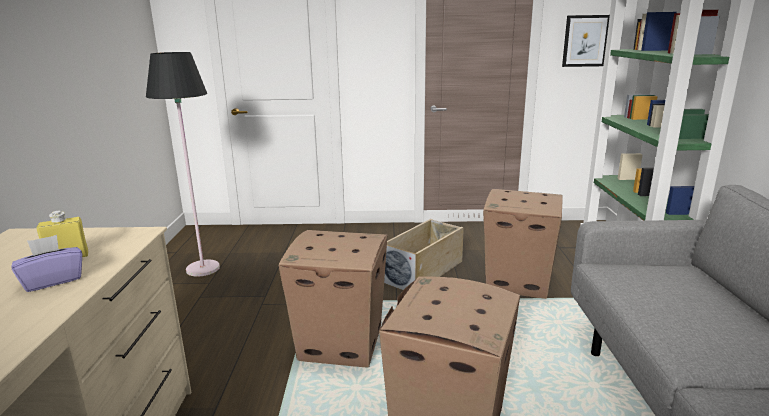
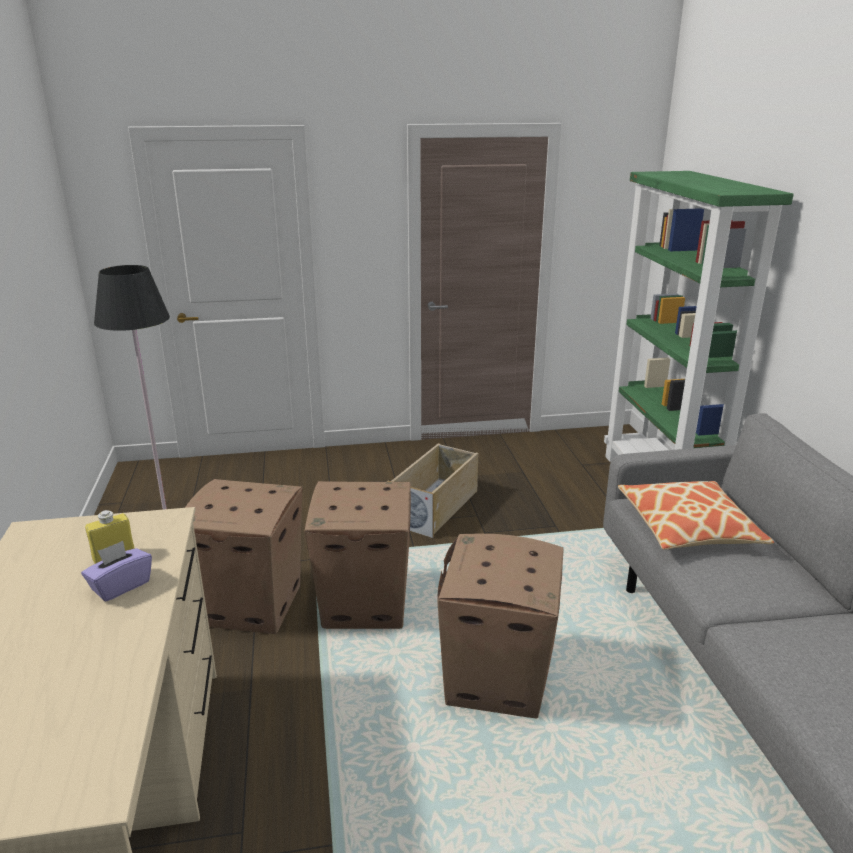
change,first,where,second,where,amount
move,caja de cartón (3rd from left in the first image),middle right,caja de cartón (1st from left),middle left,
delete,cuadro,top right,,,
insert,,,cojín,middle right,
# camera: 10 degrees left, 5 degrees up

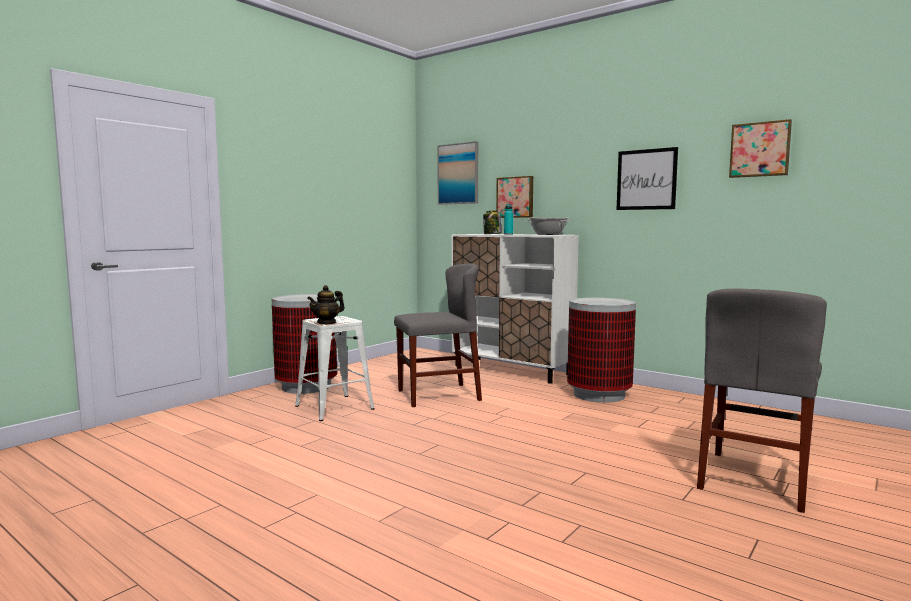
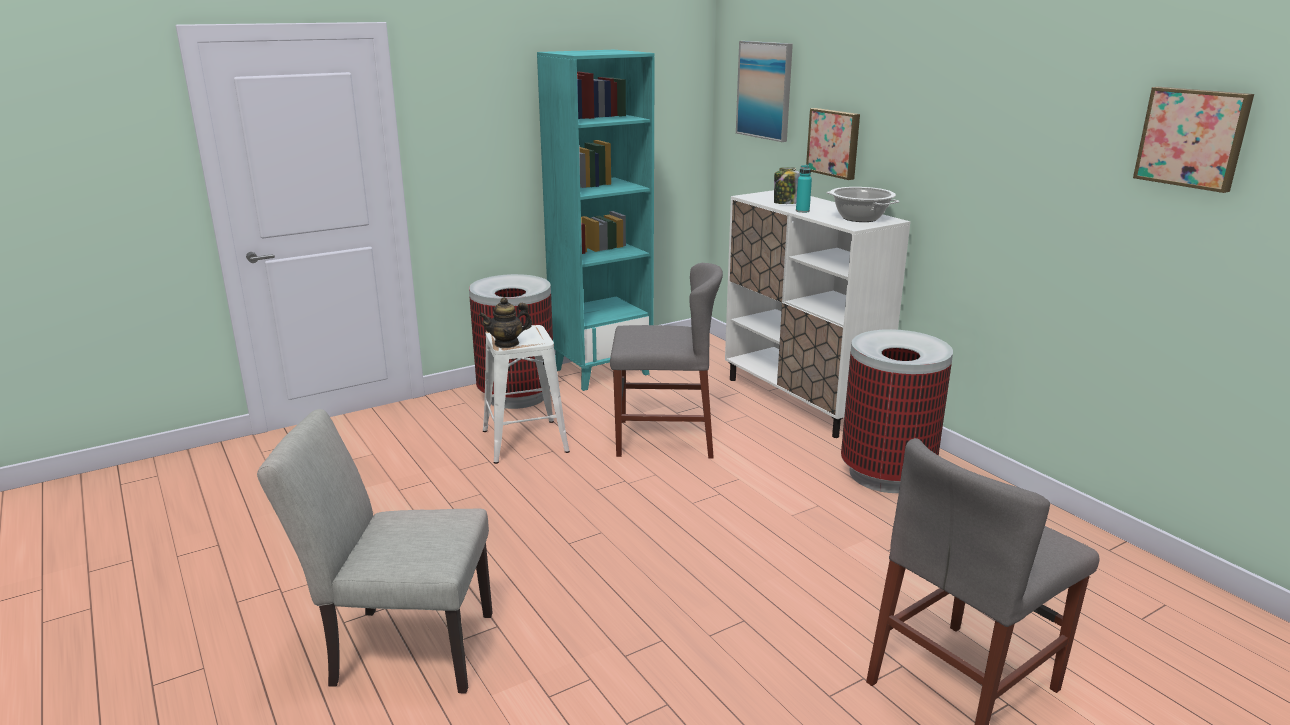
change,first,where,second,where,amount
delete,cuadro (3rd from left),top right,,,
insert,,,silla [gris] (1st from left),bottom left,
insert,,,estantería [turquesa],top centre,
# camera: 20 degrees right, 15 degrees up

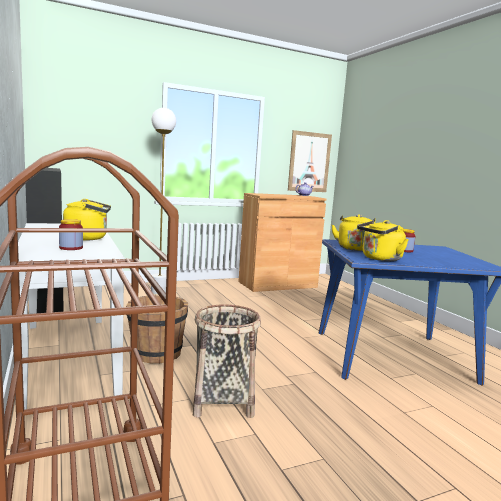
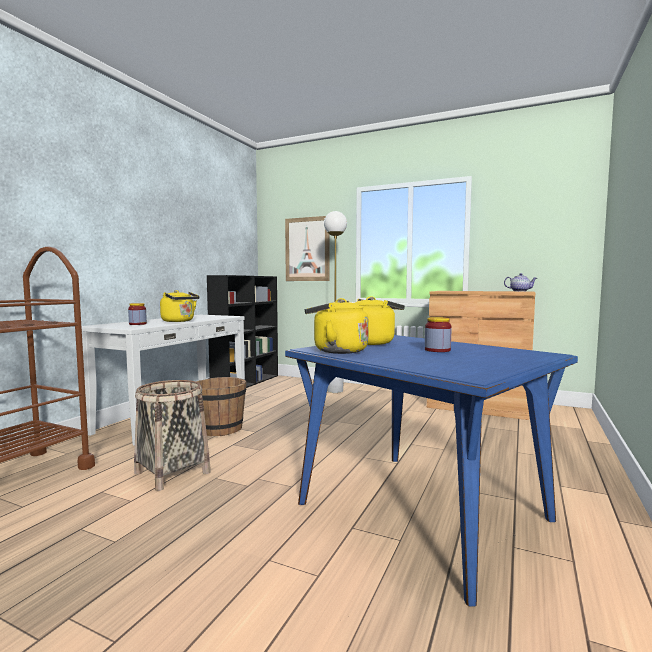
change,first,where,second,where,amount
move,cuadro,top centre,,centre,
# camera: 50 degrees right, 5 degrees down

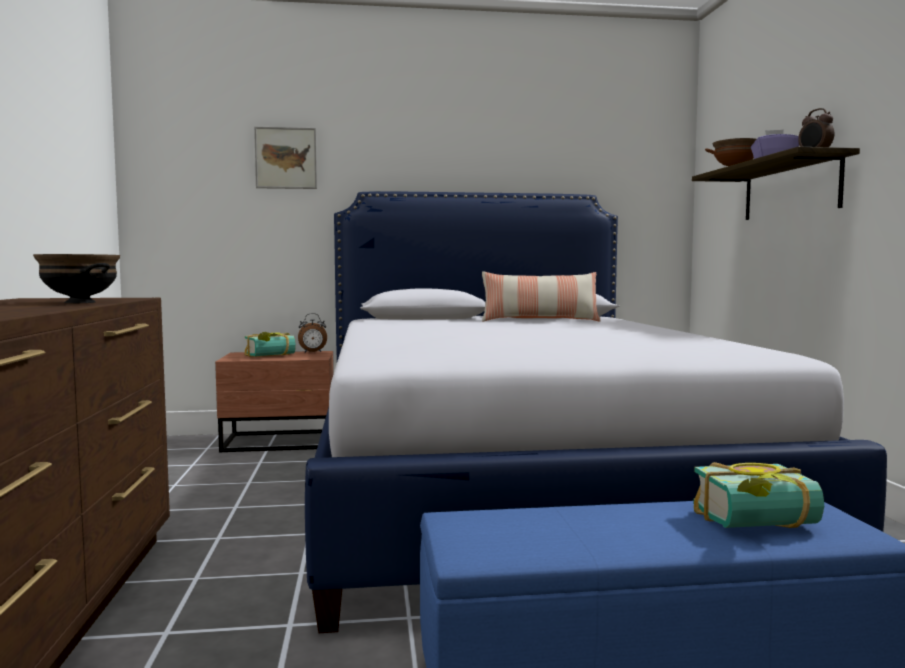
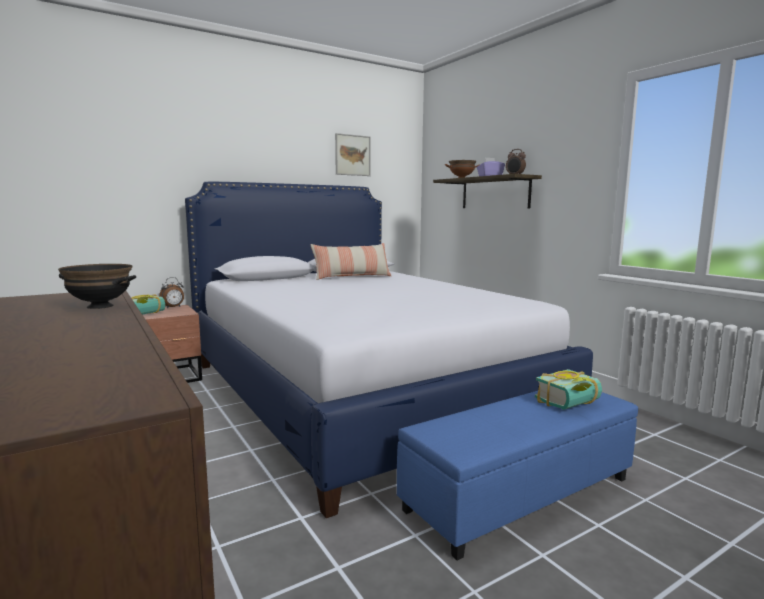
change,first,where,second,where,amount
move,cuadro,top left,,top centre,
# camera: 25 degrees left, 5 degrees up

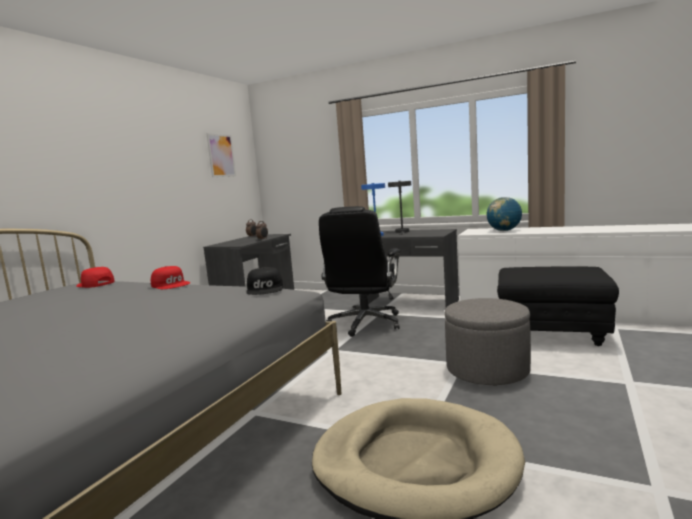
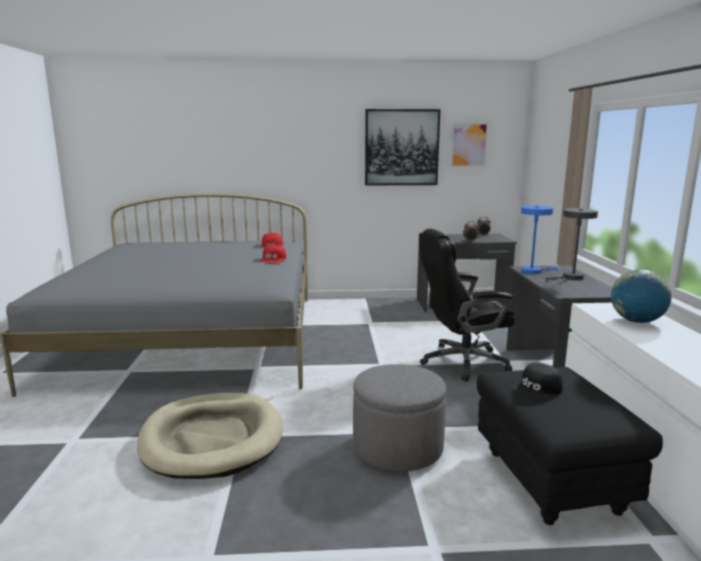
change,first,where,second,where,amount
move,gorra [negro],centre,,bottom right,
insert,,,cuadro (1st from left),top centre,
# camera: 60 degrees right, 5 degrees up

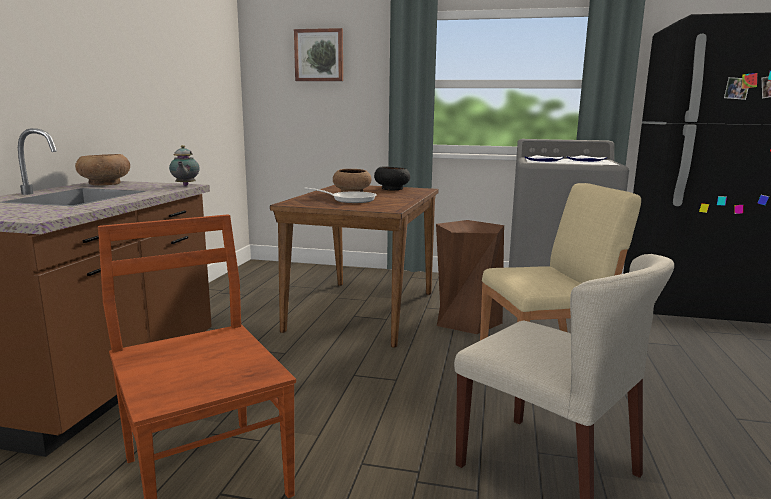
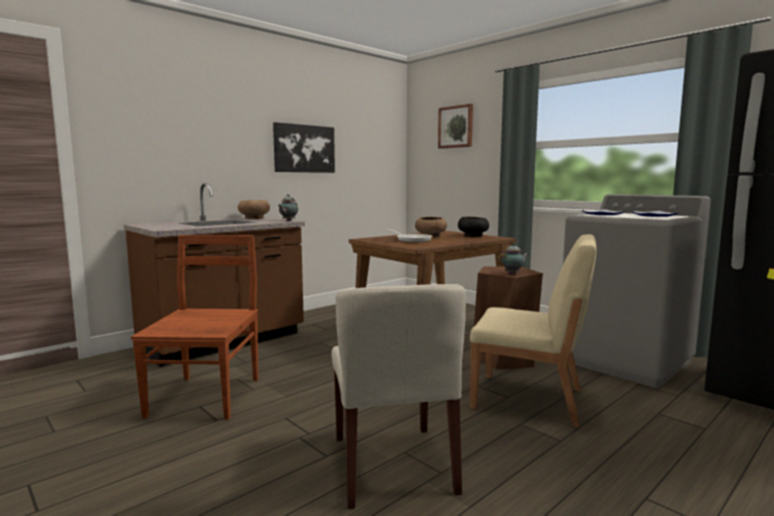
change,first,where,second,where,amount
insert,,,cuadro (1st from left),top centre,
insert,,,tetera (2nd from left),centre,
# camera: 35 degrees right, 5 degrees down

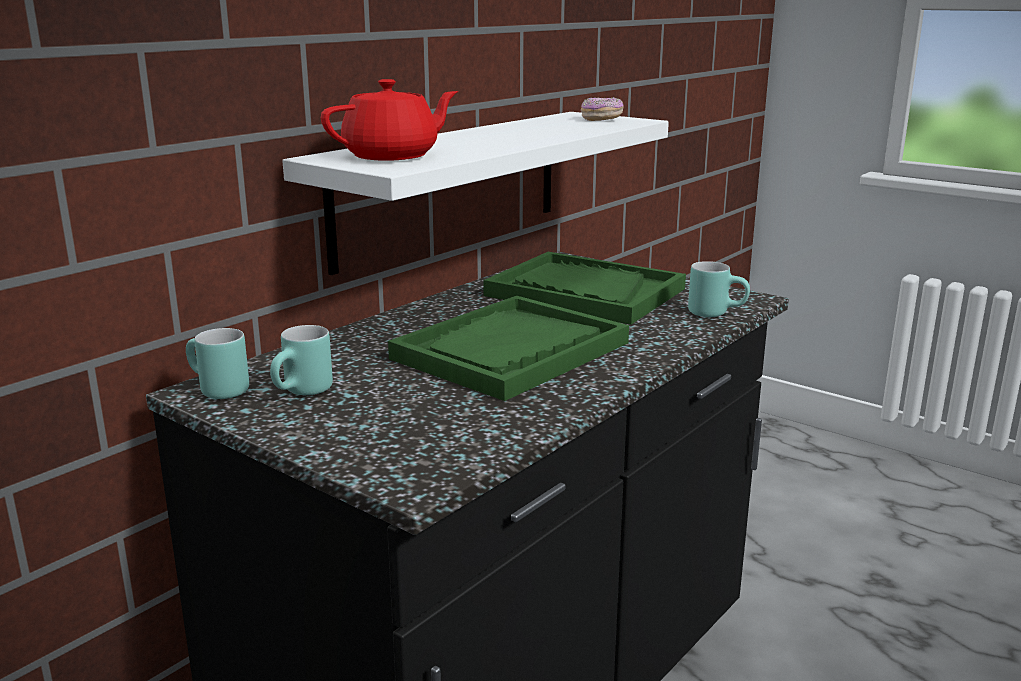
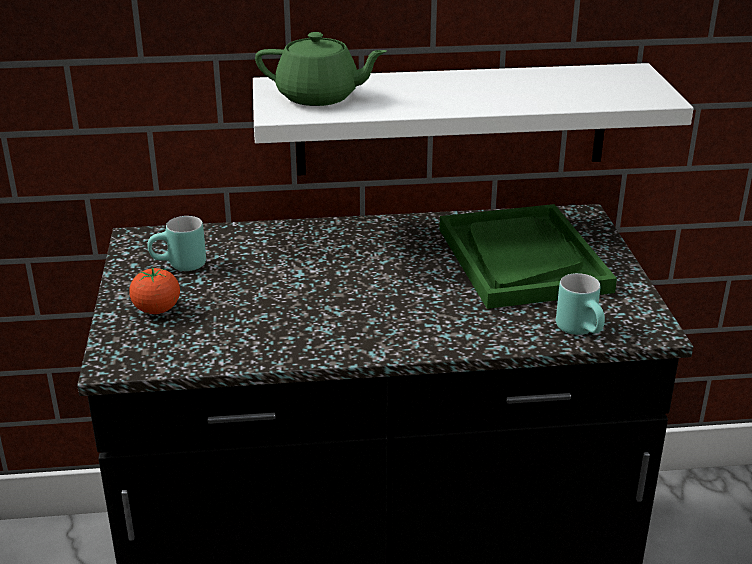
change,first,where,second,where,amount
delete,taza grande [turquesa] (1st from left),middle left,,,
recolor,tetera [rojo],top centre,tetera [verde],top centre,
delete,bandeja [verde] (1st from left),centre,,,
delete,rosquilla,top centre,,,
insert,,,tomate,middle left,
# camera: 45 degrees right, 10 degrees up

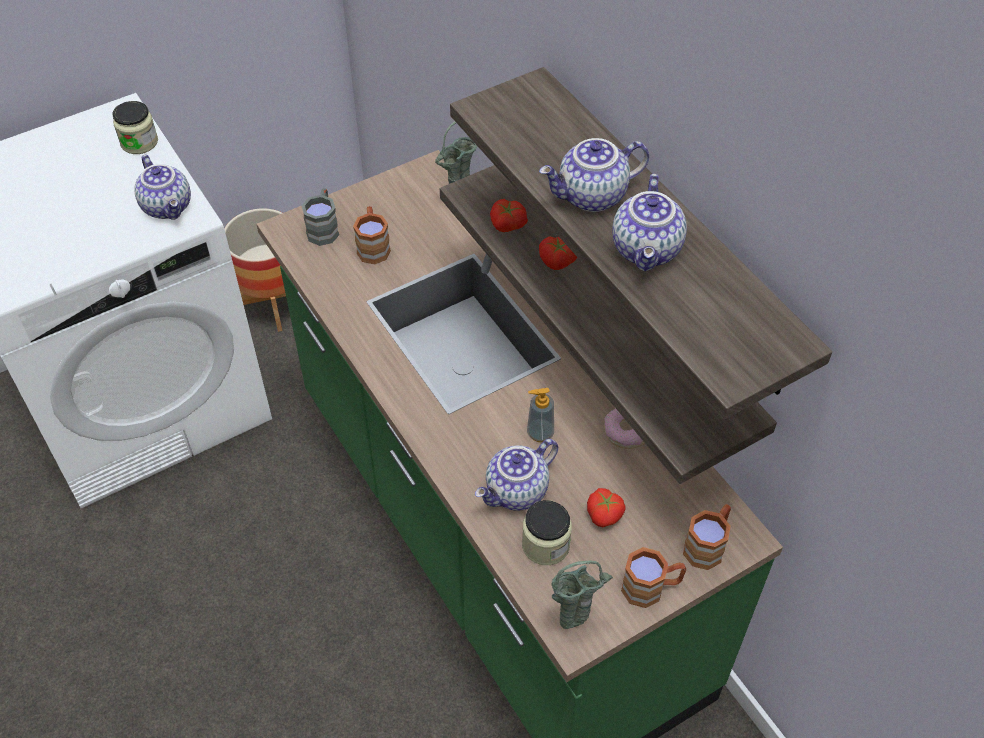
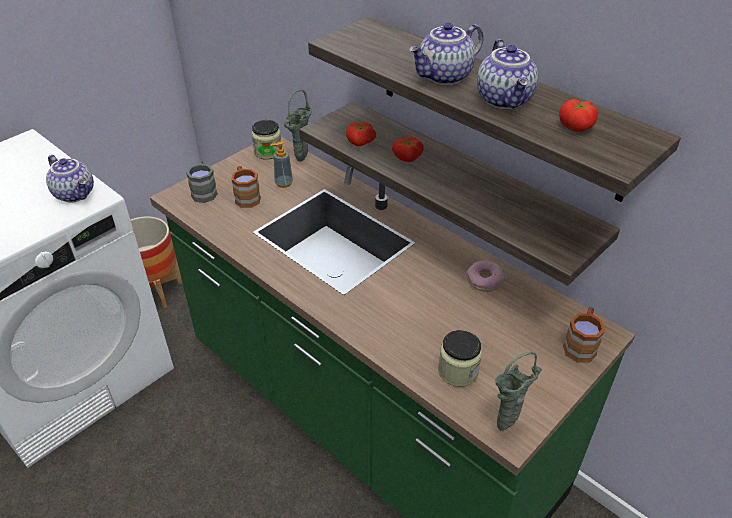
change,first,where,second,where,amount
move,tarro (1st from left),top left,,top centre,
delete,tetera (2nd from left),centre,,,
move,dispensador de jabón,centre,,top centre,
move,tomate (3rd from left),bottom centre,,top right,
delete,taza grande [marrón] (2nd from left),bottom centre,,,
# camera: 15 degrees left, 10 degrees down

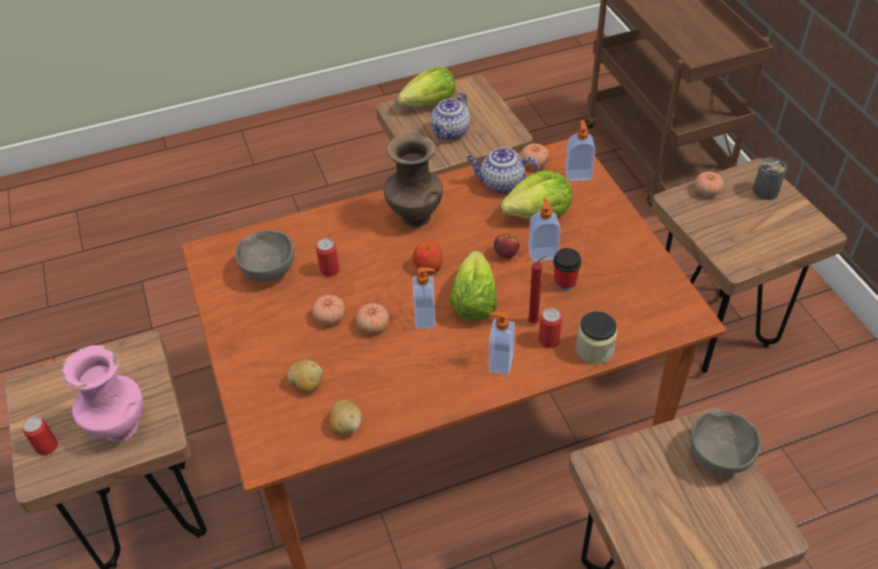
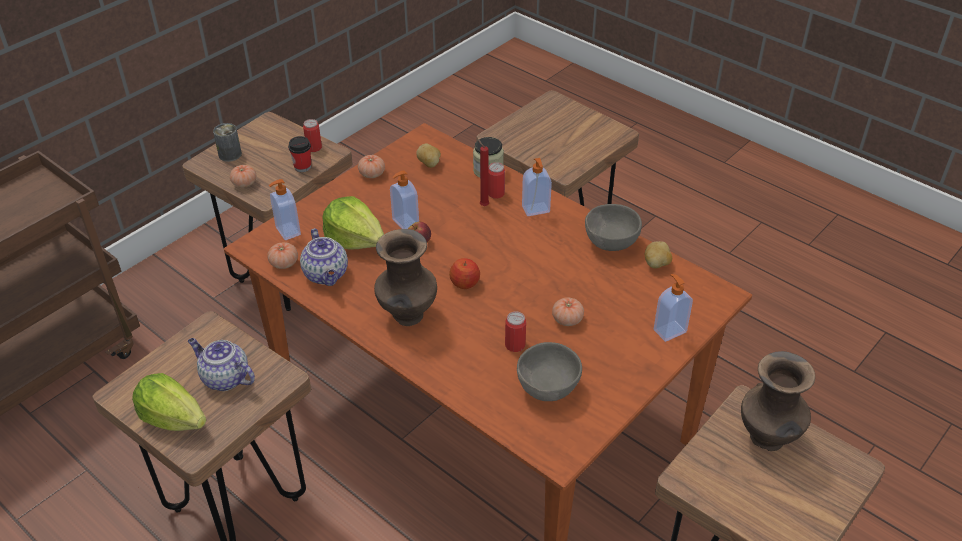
change,first,where,second,where,amount
move,lata (1st from left in the first image),bottom left,lata (2nd from left),top left,
recolor,florero [rosa],bottom left,florero [marrón] (2nd from left),bottom right,
move,patata (1st from left),centre,,top centre,
move,tomate (2nd from left in the first image),centre,tomate (3rd from left),top centre,
move,dispensador de jabón (1st from left in the first image),centre,dispensador de jabón (4th from left),middle right,
rotate,tetera (1st from left),top centre,,bottom left,150 degrees counterclockwise
delete,lechuga (2nd from left),centre,,,
move,taza,centre,,top left,
move,cuenco [gris] (2nd from left),bottom right,,centre,
# camera: 120 degrees left, 5 degrees down

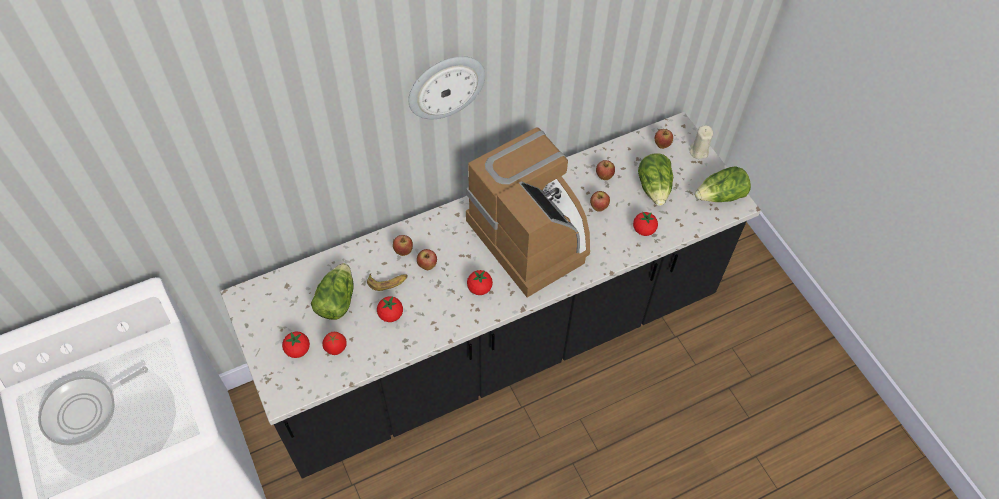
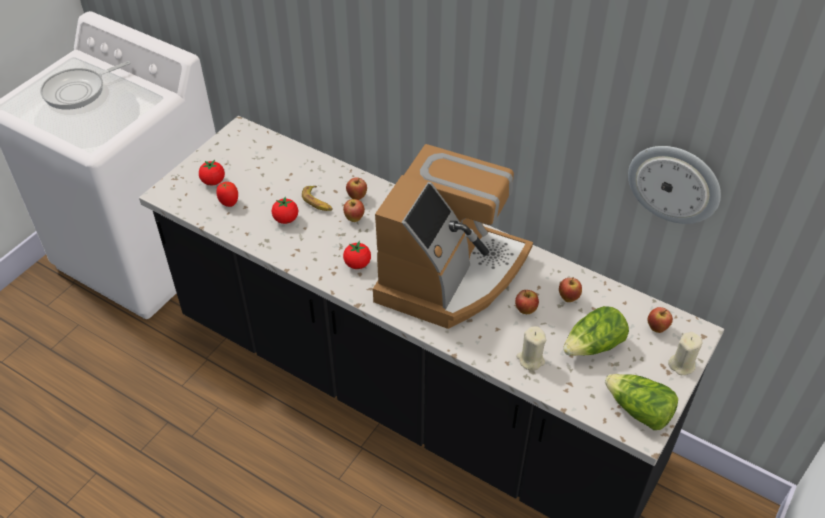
change,first,where,second,where,amount
rotate,sartén,bottom left,,top left,60 degrees counterclockwise
delete,lechuga (1st from left),middle left,,,
move,reloj de pared,top centre,,middle right,
replace,tomate (5th from left),centre,vela [beis] (1st from left),bottom centre,
# camera: 60 degrees right, 10 degrees down

